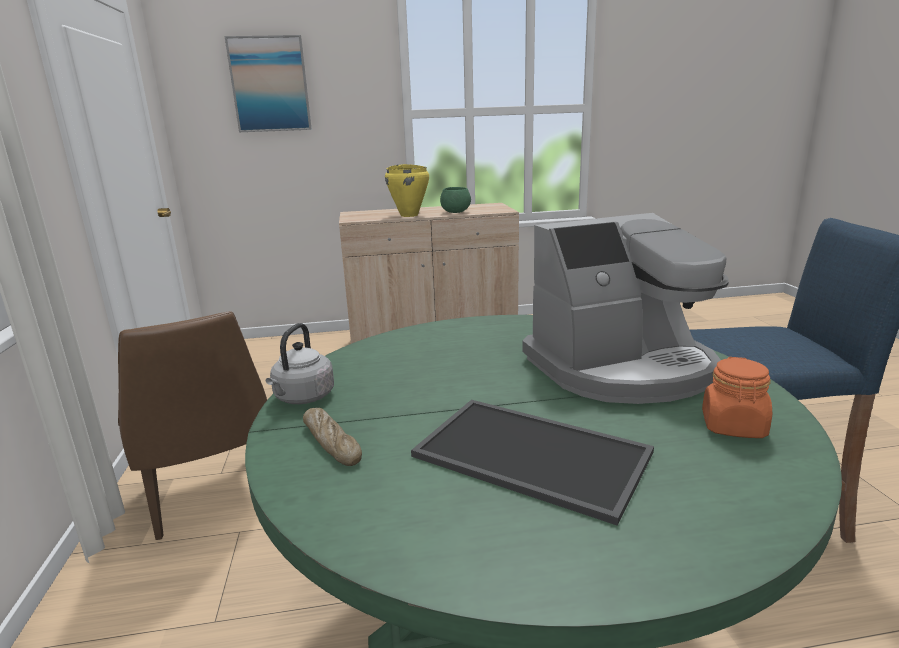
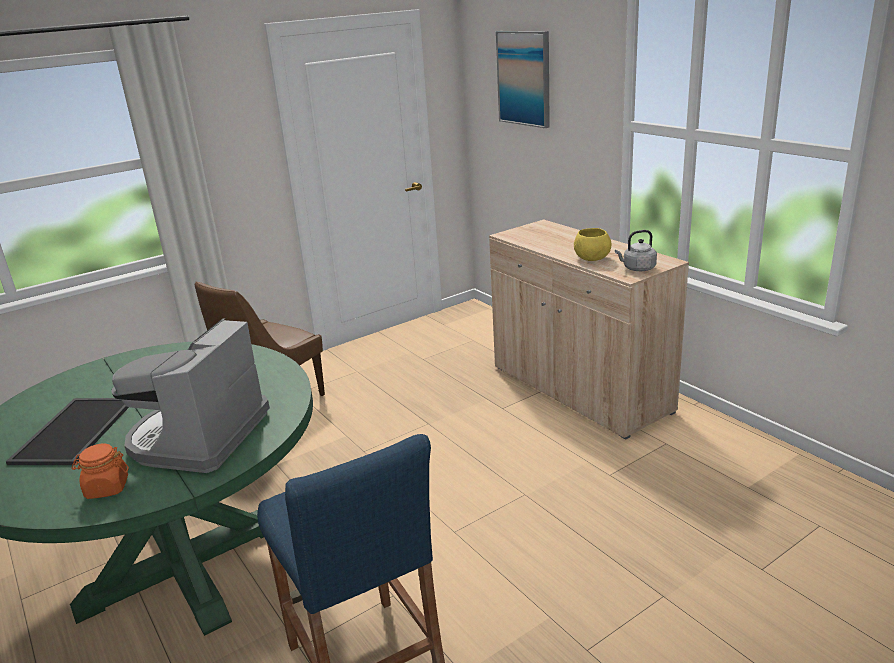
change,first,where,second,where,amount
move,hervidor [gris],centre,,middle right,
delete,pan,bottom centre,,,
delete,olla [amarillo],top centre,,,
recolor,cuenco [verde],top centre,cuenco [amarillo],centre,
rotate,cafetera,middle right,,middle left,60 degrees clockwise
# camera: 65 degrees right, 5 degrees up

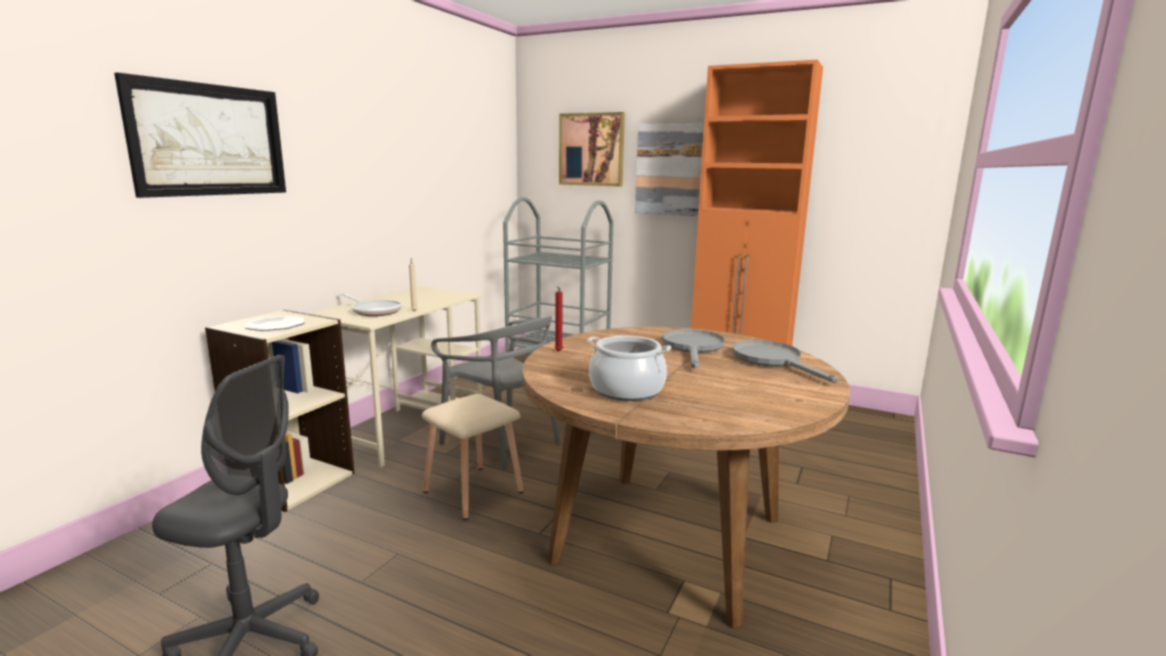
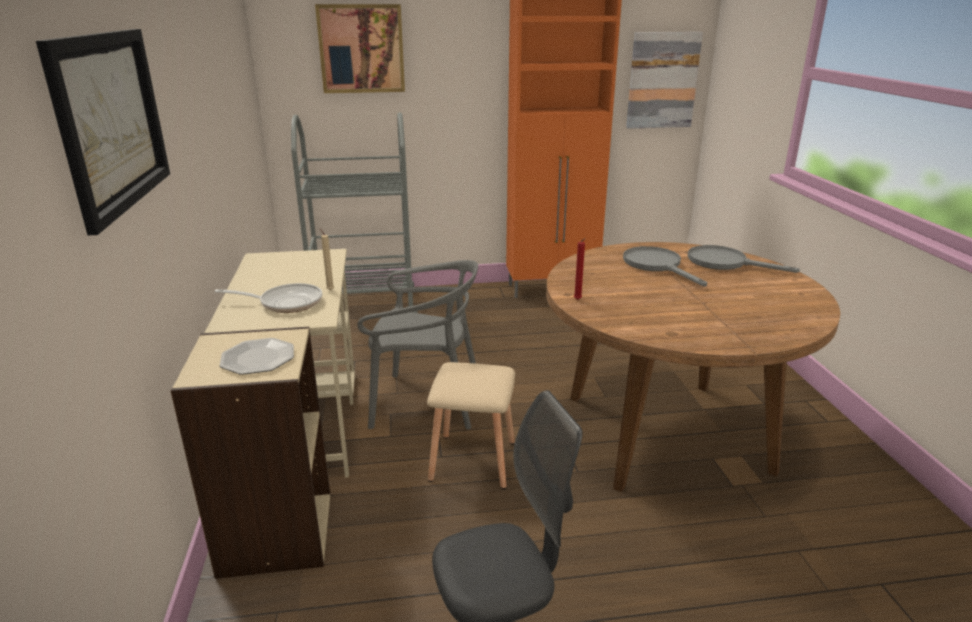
change,first,where,second,where,amount
delete,olla,centre,,,
move,cuadro (3rd from left),top centre,,top right,
# camera: 35 degrees left, 10 degrees up

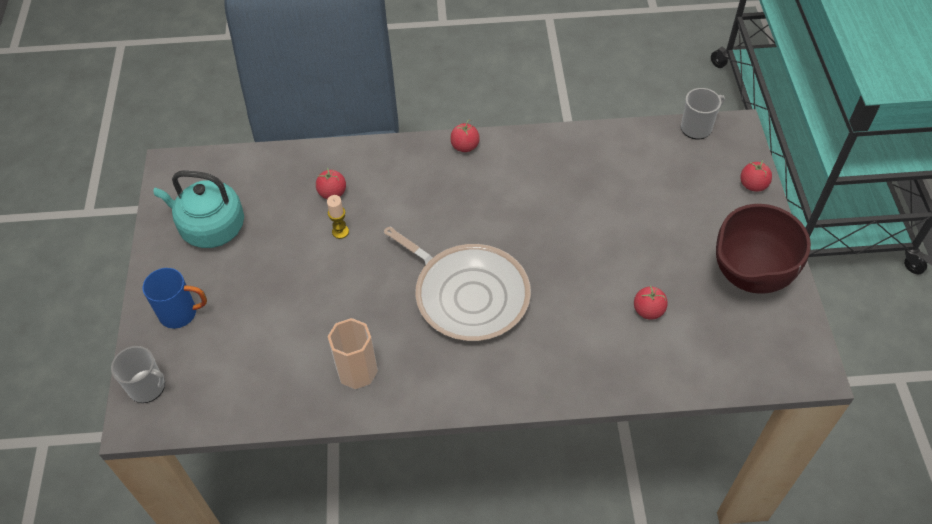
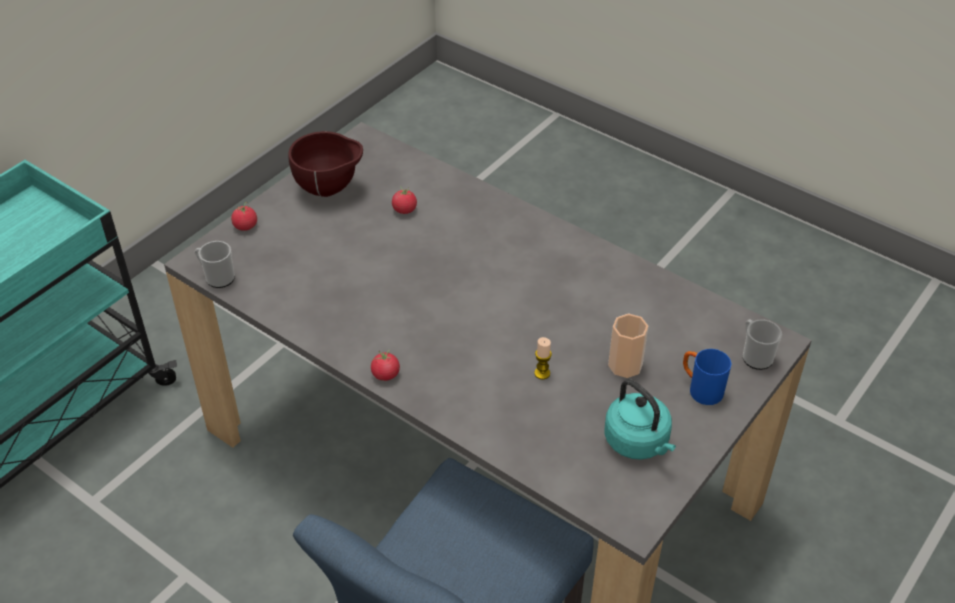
change,first,where,second,where,amount
delete,tomate (1st from left),centre,,,
move,taza,bottom centre,,centre,
delete,sartén,centre,,,
# camera: 140 degrees left, 10 degrees down

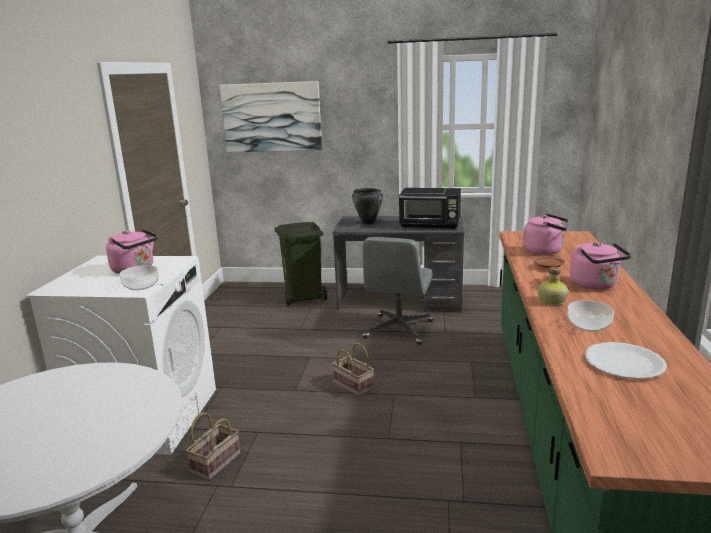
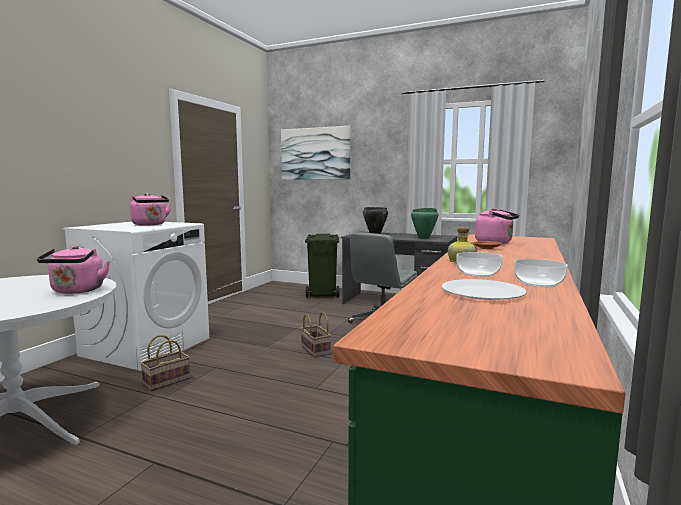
change,first,where,second,where,amount
move,cuenco (1st from left in the first image),middle left,cuenco (2nd from left),middle right,
replace,microondas [negro],centre,olla [verde],centre,
move,hervidor [rosa] (3rd from left in the first image),middle right,hervidor [rosa] (1st from left),middle left,
# camera: 15 degrees right, 10 degrees down

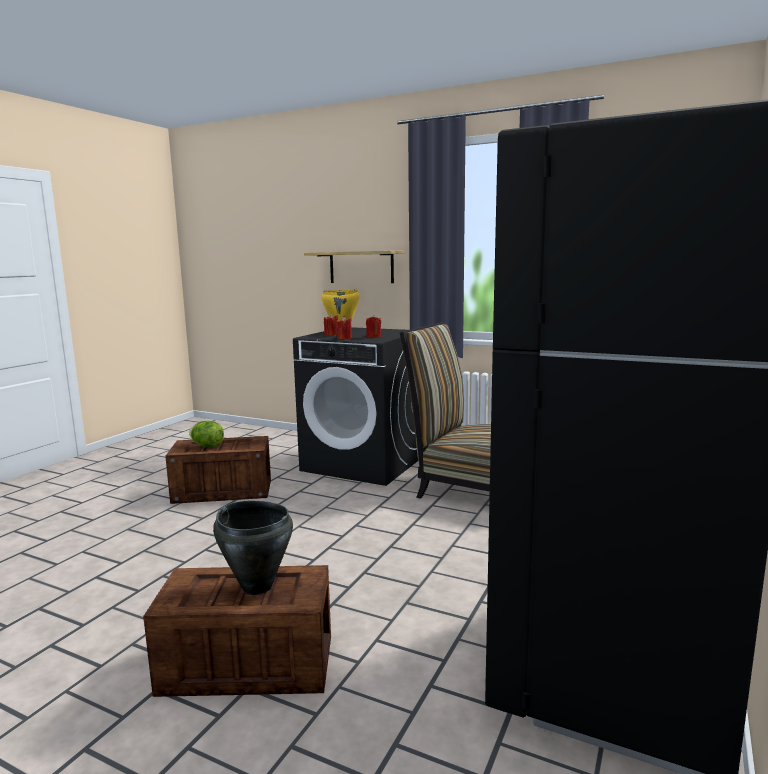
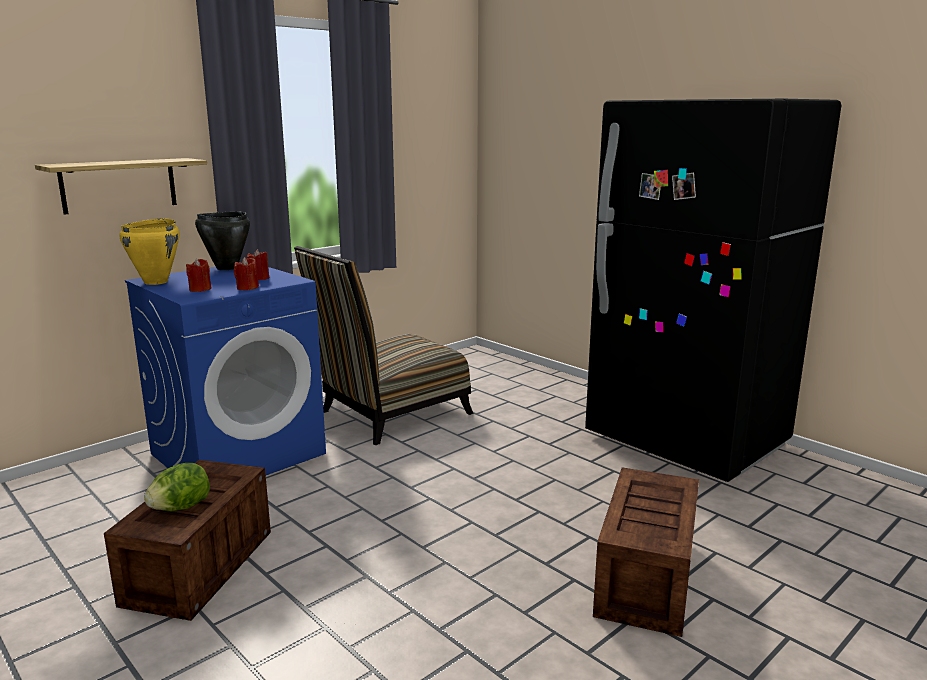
change,first,where,second,where,amount
move,olla [negro],bottom left,,middle left,
recolor,lavadora [negro],centre,lavadora [azul],middle left,
# camera: 70 degrees left, 5 degrees up

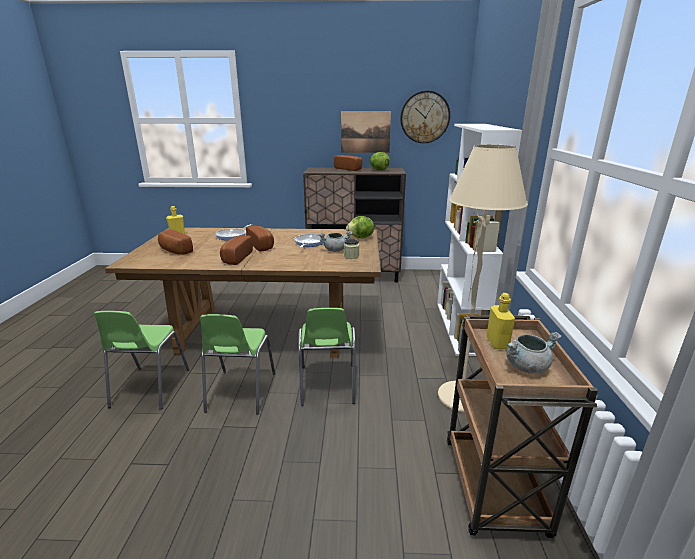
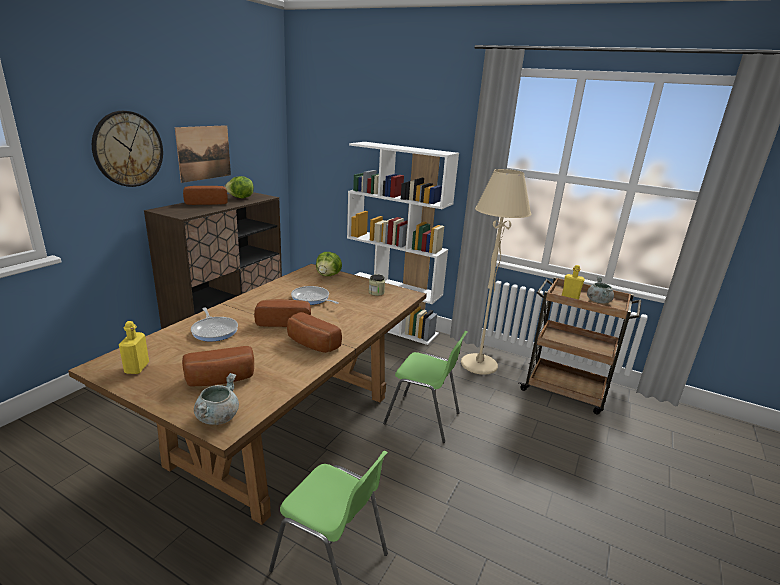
change,first,where,second,where,amount
delete,silla [verde] (2nd from left),centre,,,
move,olla [gris] (1st from left),centre,,bottom left,
move,reloj de pared,top centre,,top left,
# camera: 65 degrees left, 0 degrees up

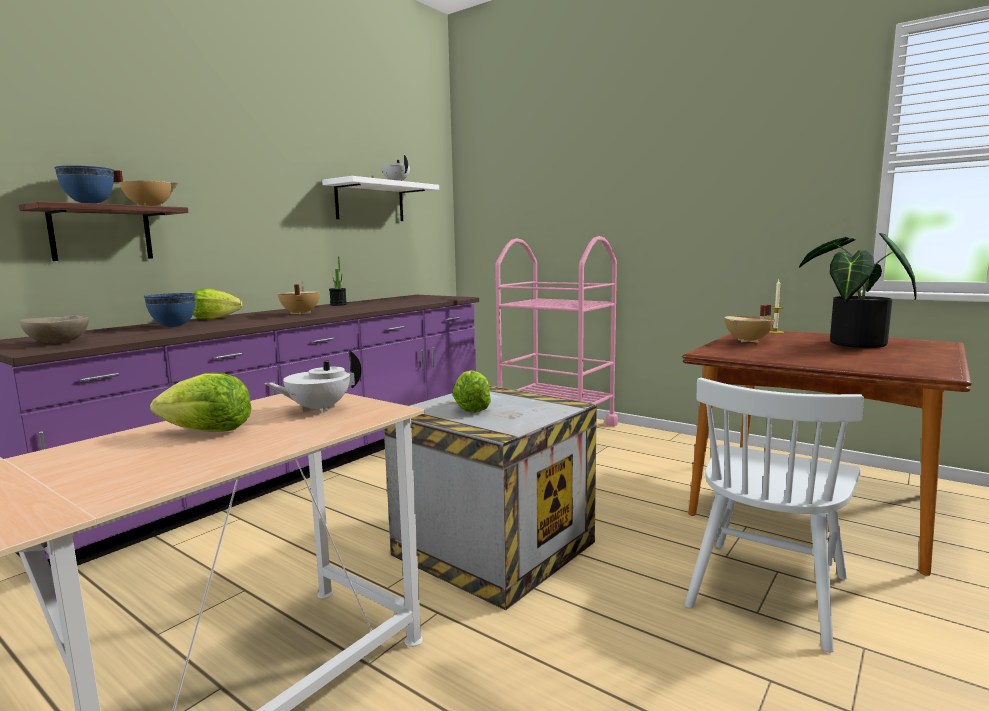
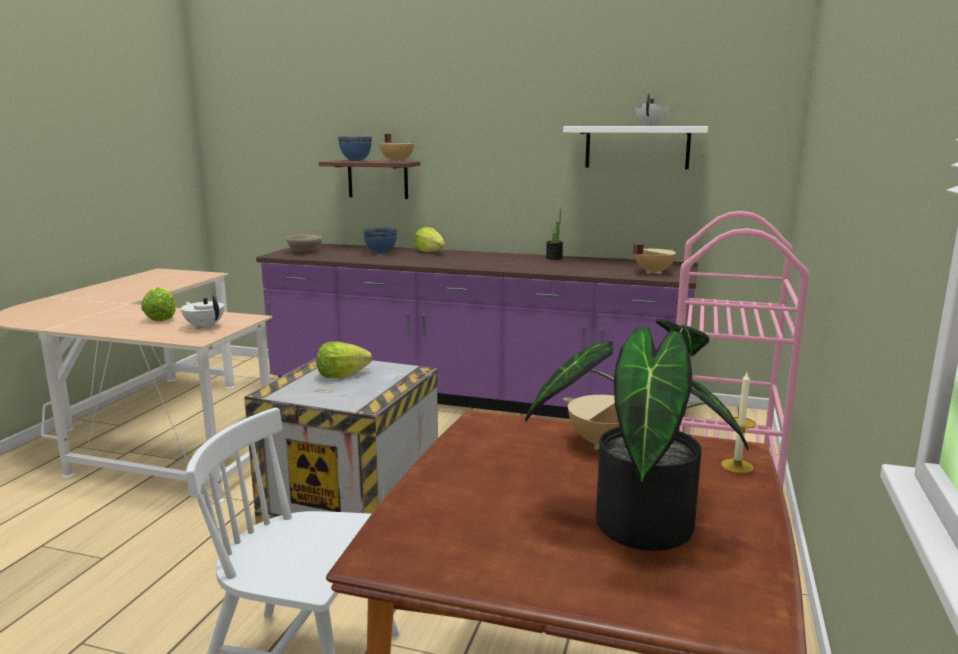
change,first,where,second,where,amount
move,olla [beis] (2nd from left in the first image),middle left,olla [beis] (3rd from left),middle right,
# camera: 70 degrees right, 5 degrees up

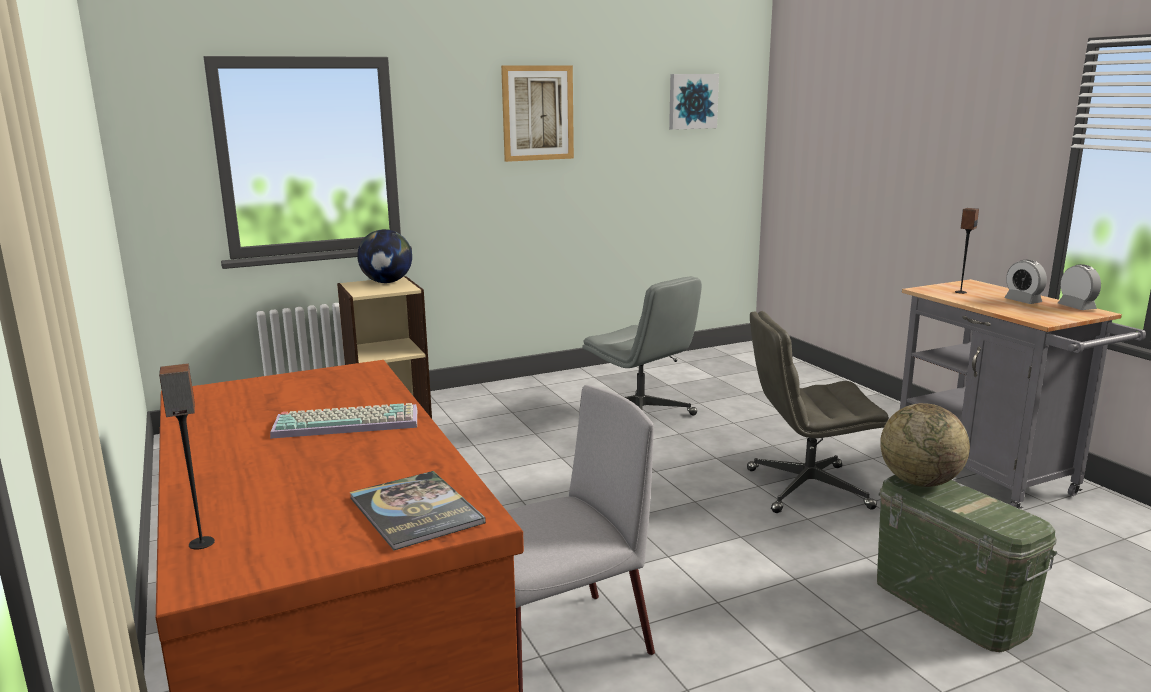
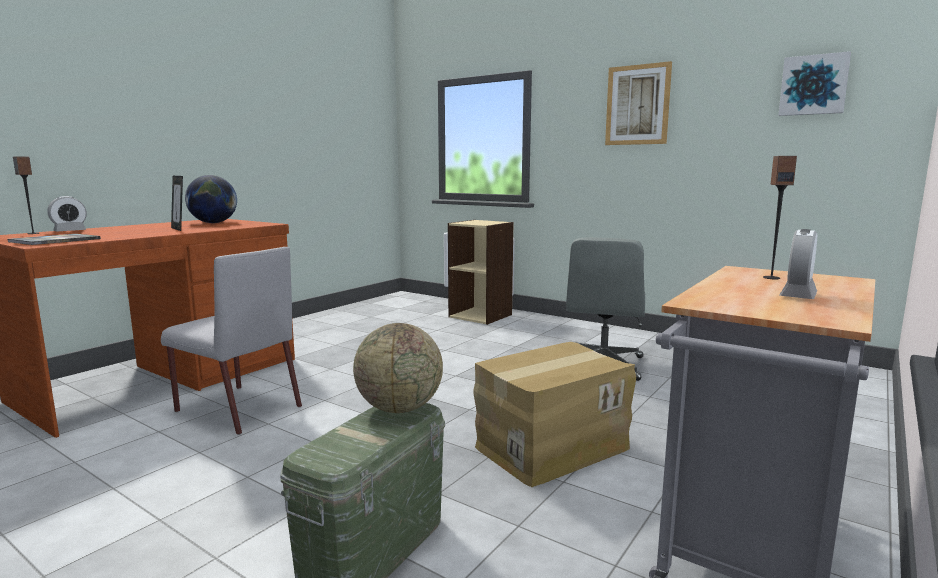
change,first,where,second,where,amount
replace,teclado,middle left,portarretratos,middle left,
move,globo terráqueo (1st from left),centre,,middle left,
replace,silla de oficina [gris] (2nd from left),middle right,caja de cartón,bottom centre,
move,despertador (2nd from left in the first image),middle right,despertador (1st from left),middle left,
# camera: 60 degrees right, 5 degrees down

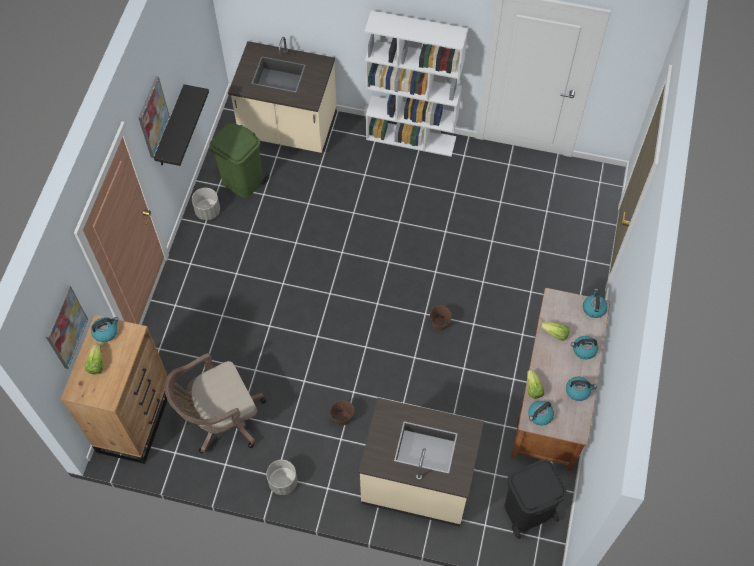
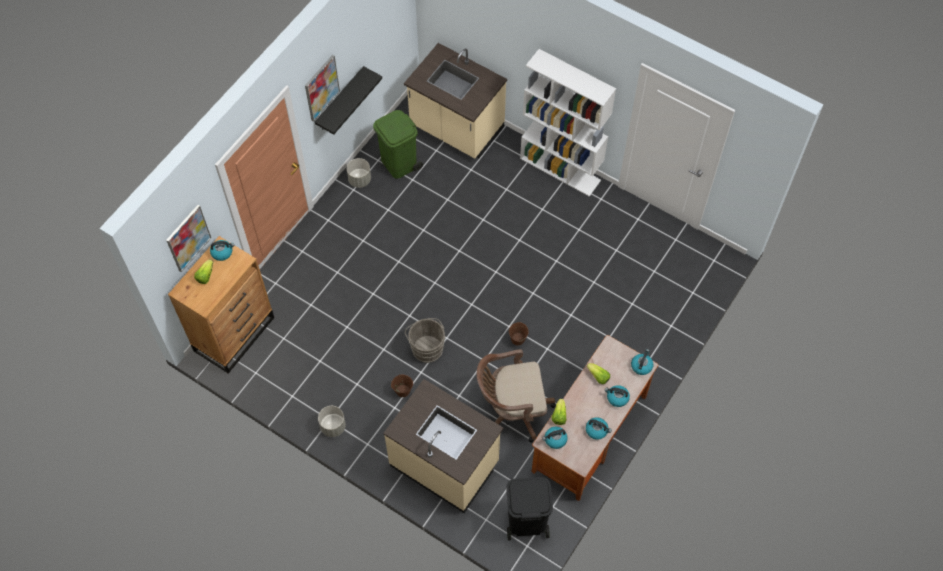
change,first,where,second,where,amount
move,silla de oficina [marrón],bottom left,,bottom centre,
insert,,,cubo [gris],centre,
# camera: 20 degrees right, 0 degrees up

